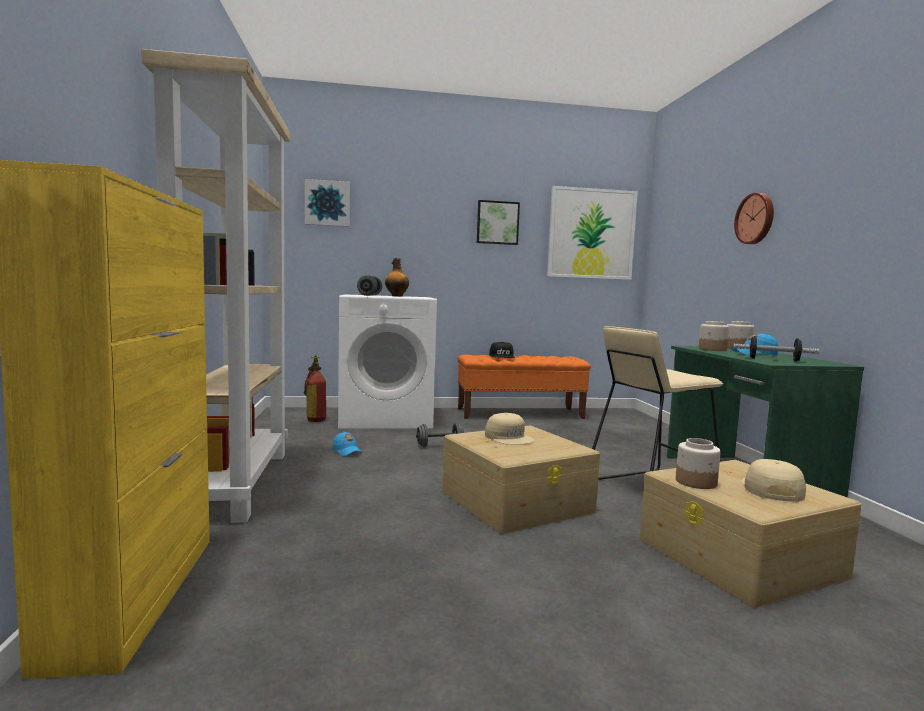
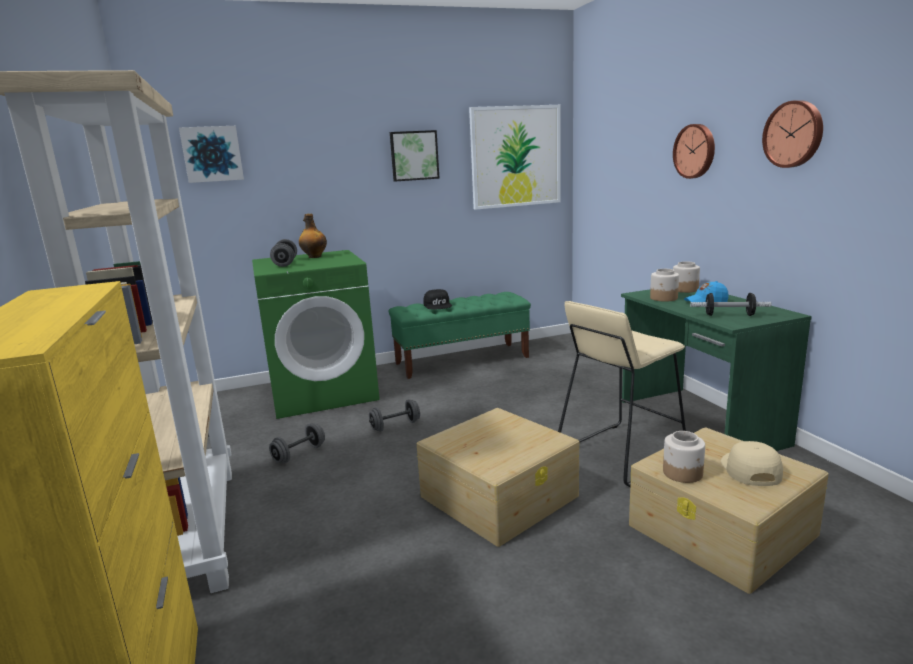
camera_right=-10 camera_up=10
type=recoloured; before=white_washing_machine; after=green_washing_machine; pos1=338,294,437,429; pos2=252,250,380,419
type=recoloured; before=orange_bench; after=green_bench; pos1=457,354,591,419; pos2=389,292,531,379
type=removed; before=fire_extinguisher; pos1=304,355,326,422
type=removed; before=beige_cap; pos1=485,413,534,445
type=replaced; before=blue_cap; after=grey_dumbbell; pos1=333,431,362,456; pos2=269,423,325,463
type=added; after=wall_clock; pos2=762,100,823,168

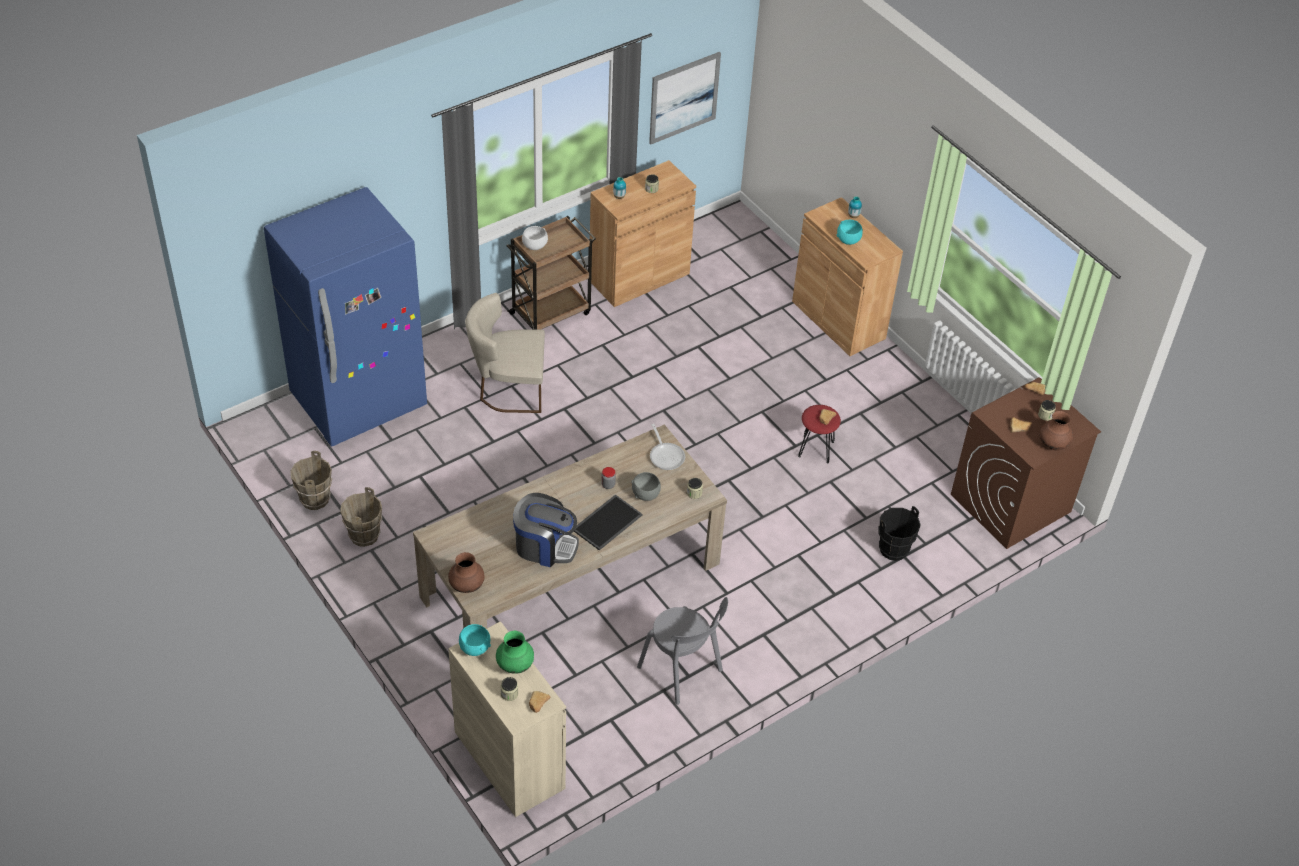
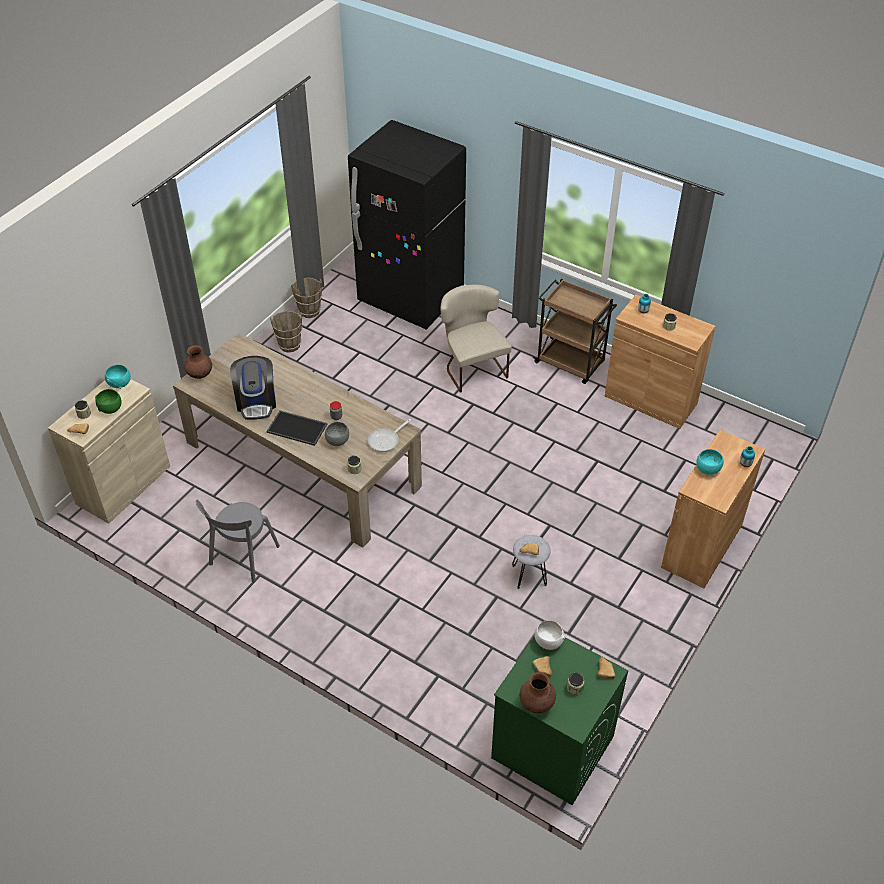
camera_right=70 camera_up=0
type=removed; before=picture; pos1=649,52,721,145
type=recoloured; before=blue_fridge; after=black_fridge; pos1=264,187,427,447; pos2=348,120,466,330
type=moved; before=white_bowl; pos1=522,226,548,250; pos2=534,620,565,650
type=recoloured; before=brown_washing_machine; after=green_washing_machine; pos1=951,377,1101,549; pos2=491,636,628,805
type=recoloured; before=red_stool; after=grey_stool; pos1=798,405,841,463; pos2=512,535,551,589
type=removed; before=black_bucket; pos1=878,506,921,561
type=replaced; before=green_vase; after=green_bowl; pos1=496,631,534,673; pos2=95,389,122,414

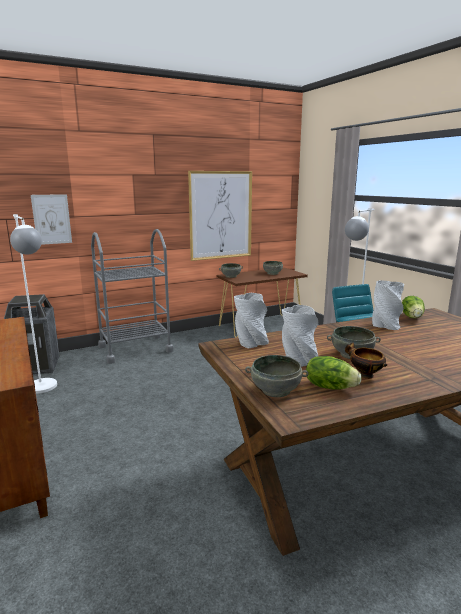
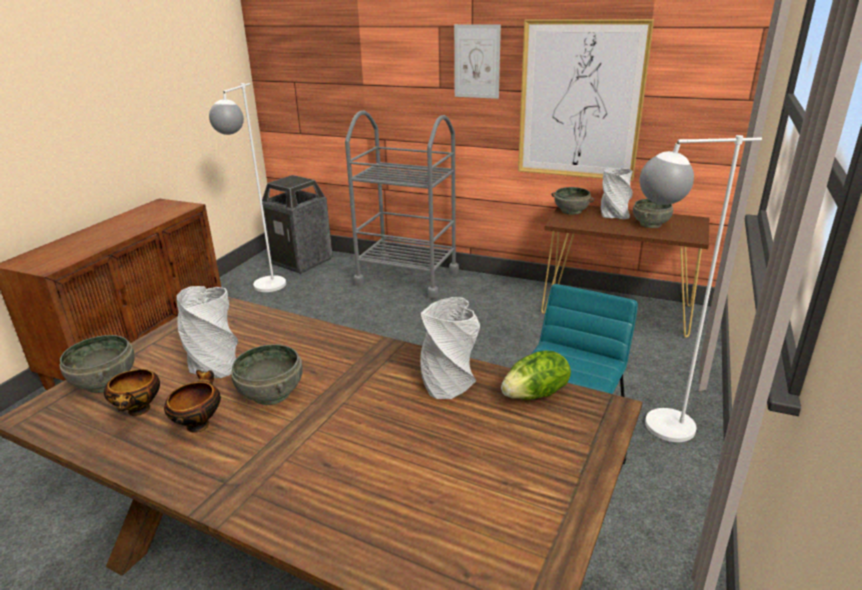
camera_right=50 camera_up=10
type=moved; before=picture; pos1=31,194,72,245; pos2=454,24,501,99
type=moved; before=grey_vase; pos1=234,293,269,349; pos2=601,168,633,219
type=replaced; before=lettuce; after=bowl; pos1=306,356,362,390; pos2=104,369,160,416

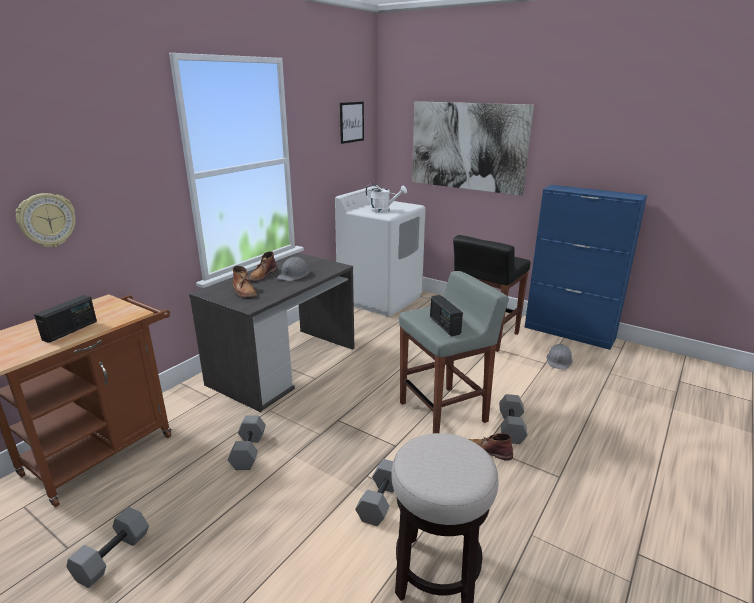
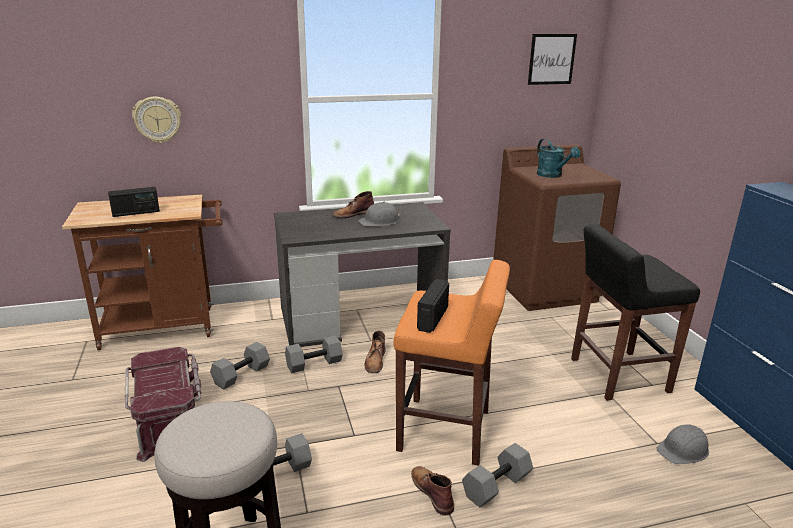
camera_right=40 camera_up=0
type=removed; before=picture; pos1=412,101,534,196
type=recoloured; before=white_watering_can; after=turquoise_watering_can; pos1=366,184,407,213; pos2=537,139,580,178
type=recoloured; before=white_washing_machine; after=brown_washing_machine; pos1=335,186,426,317; pos2=493,144,621,311
type=moved; before=brown_boot; pos1=232,266,257,298; pos2=365,331,385,373
type=recoloured; before=grey_stool; after=orange_stool; pos1=399,271,509,433; pos2=393,260,510,466
type=moved; before=grey_dumbbell; pos1=66,507,149,588; pos2=285,335,343,373
type=added; after=red_storage_box; pos2=125,347,201,462

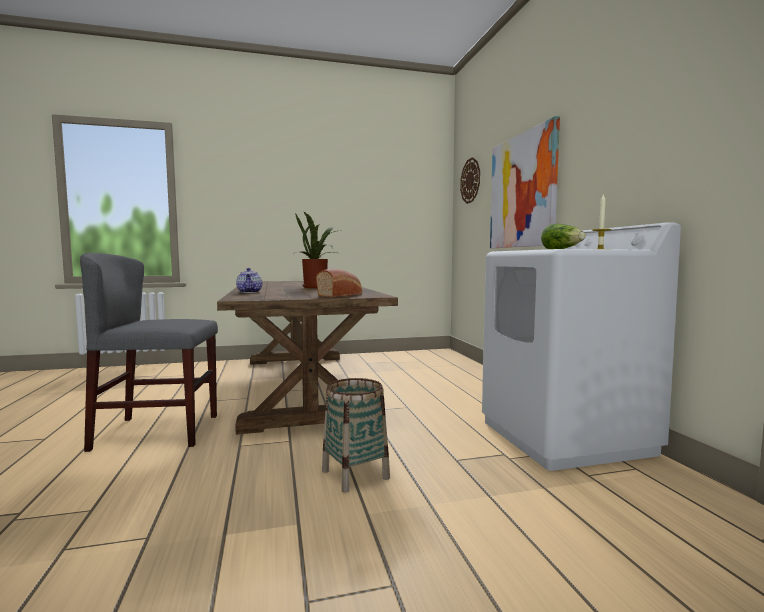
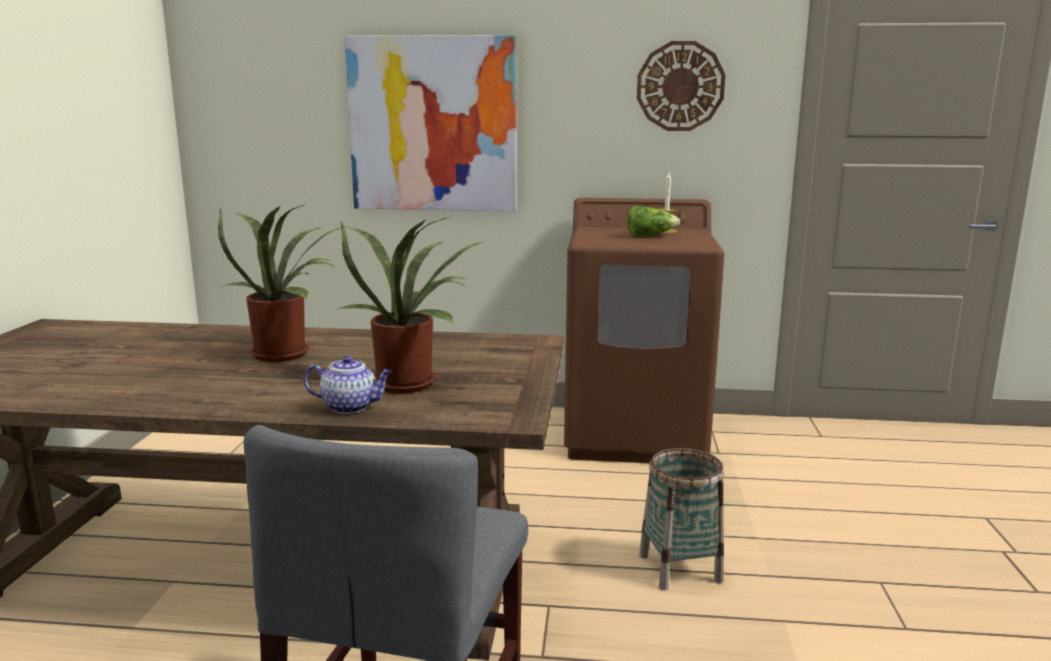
camera_right=-70 camera_up=10
type=moved; before=wall_clock; pos1=460,157,480,204; pos2=637,41,726,131
type=recoloured; before=white_washing_machine; after=brown_washing_machine; pos1=482,222,681,471; pos2=564,198,724,463
type=removed; before=bread; pos1=316,269,362,297
type=added; after=potted_plant; pos2=339,217,483,393

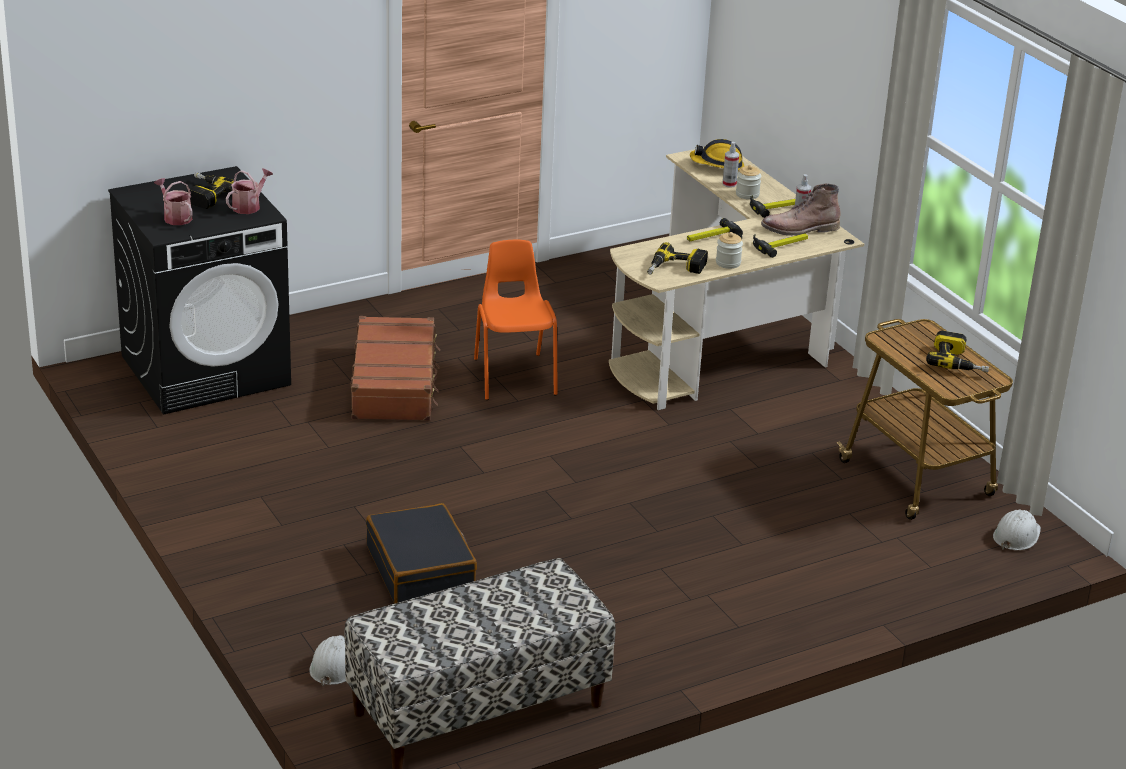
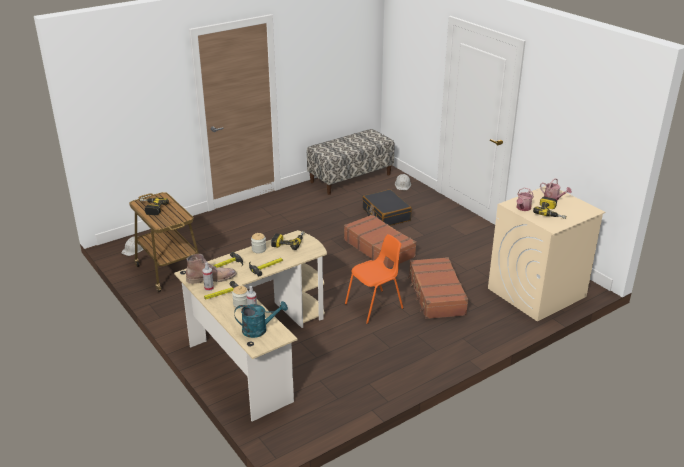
camera_right=175 camera_up=0
type=replaced; before=hard_hat; after=turquoise_watering_can; pos1=690,139,744,171; pos2=234,301,288,338
type=recoloured; before=black_washing_machine; after=beige_washing_machine; pos1=108,166,291,414; pos2=488,186,605,322
type=turned; before=orange_chair; pos1=474,240,558,400; pos2=345,234,403,324; turn=-105
type=added; after=brown_suitcase; pos2=344,214,417,268

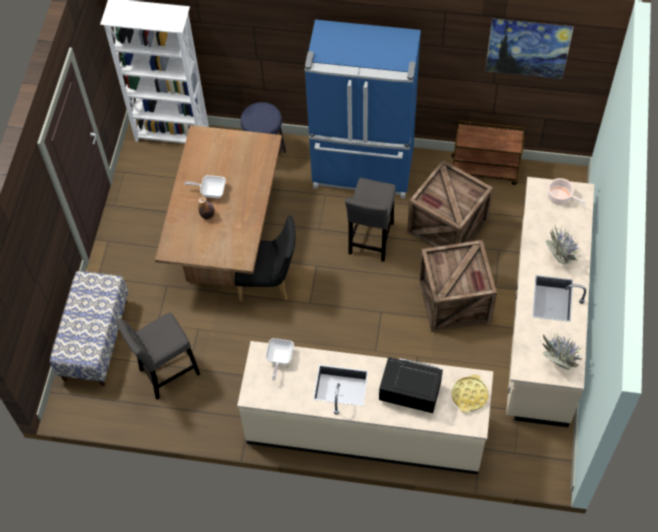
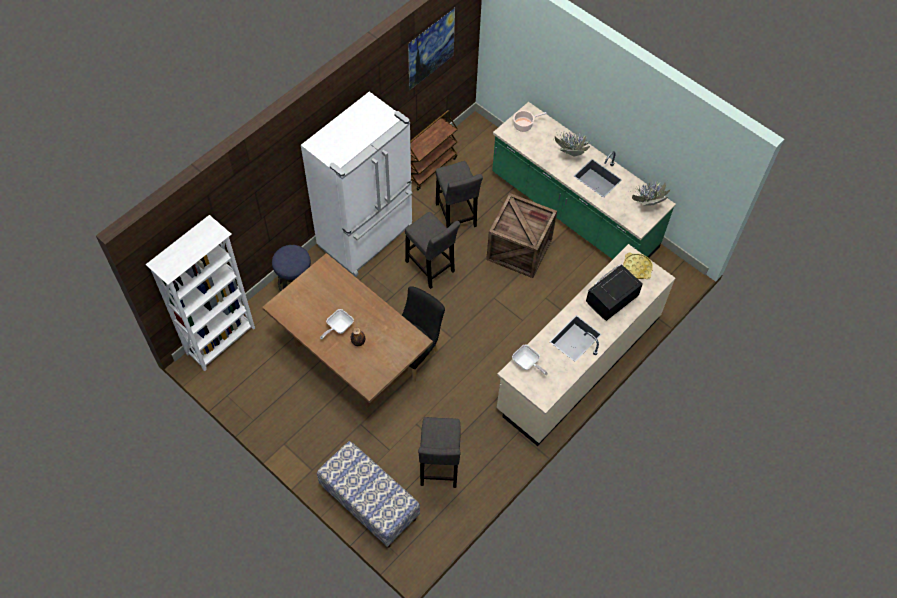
camera_right=-60 camera_up=0
type=recoloured; before=blue_fridge; after=white_fridge; pos1=305,20,421,199; pos2=301,92,413,277
type=replaced; before=crate; after=grey_stool; pos1=407,160,493,247; pos2=436,161,483,228
type=recoloured; before=beige_counter; after=green_counter; pos1=506,177,594,427; pos2=492,102,676,259

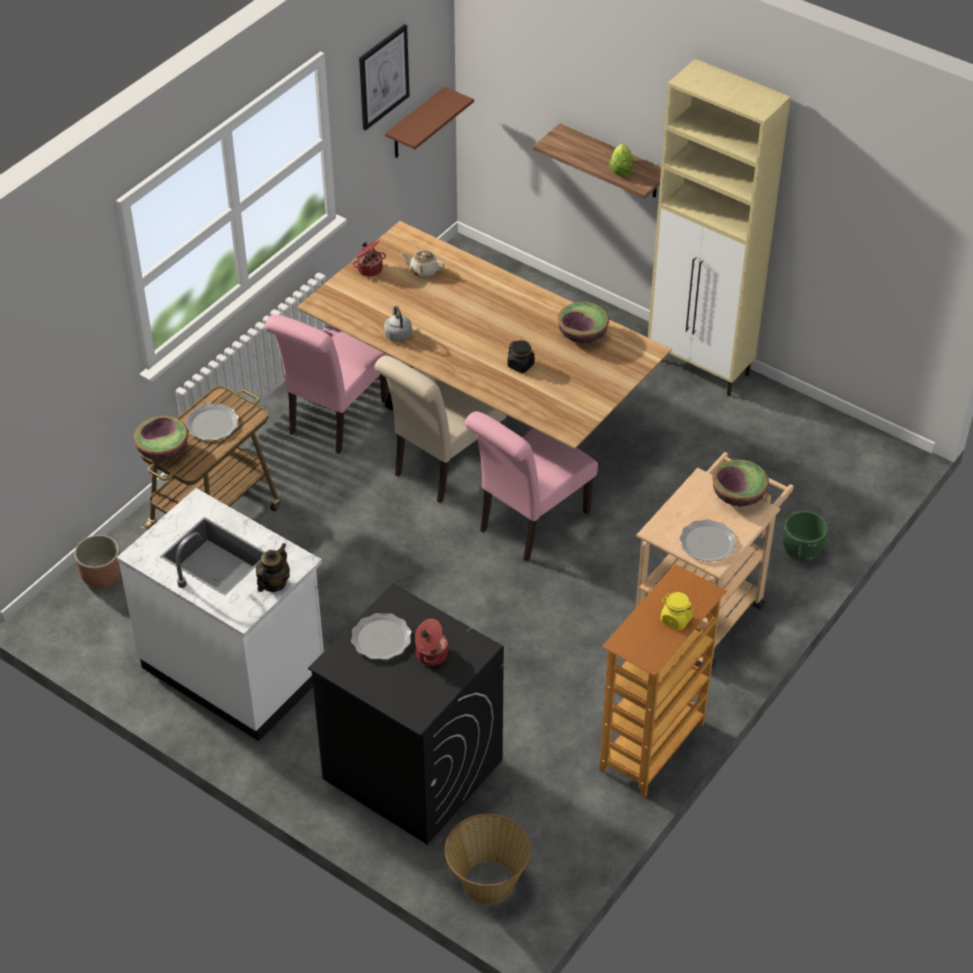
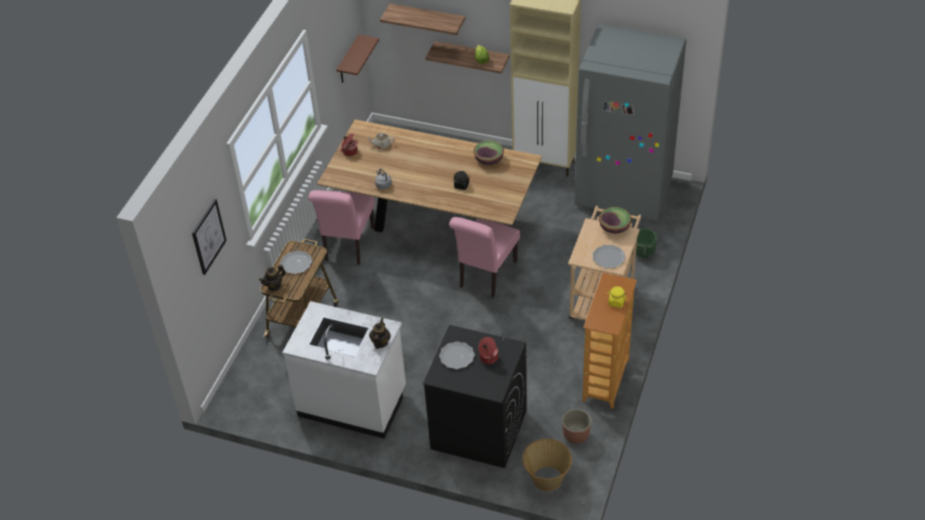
camera_right=-15 camera_up=0
type=moved; before=picture; pos1=359,24,410,130; pos2=192,199,227,275
type=removed; before=beige_chair; pos1=375,356,507,503
type=replaced; before=bowl; after=teapot; pos1=133,416,188,461; pos2=259,265,286,291
type=moved; before=planter; pos1=74,535,121,589; pos2=562,409,591,444
type=added; after=shelf; pos2=380,4,465,35
type=added; after=grey_fridge; pos2=574,24,686,221

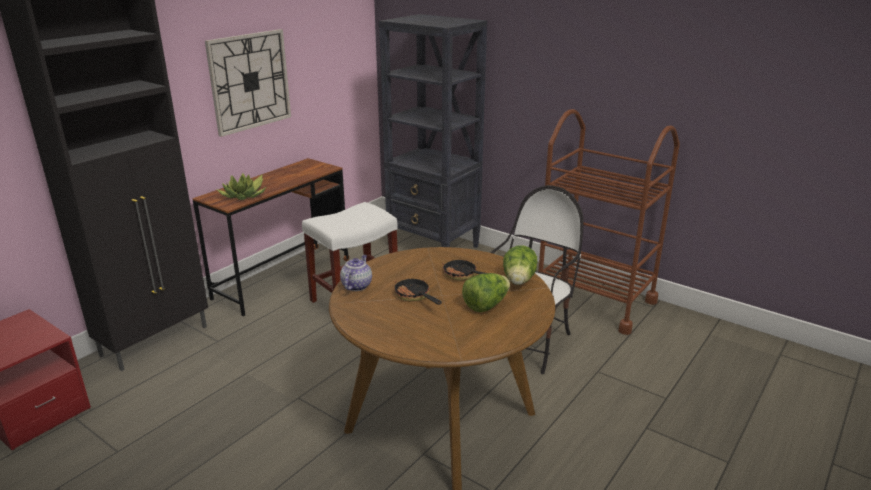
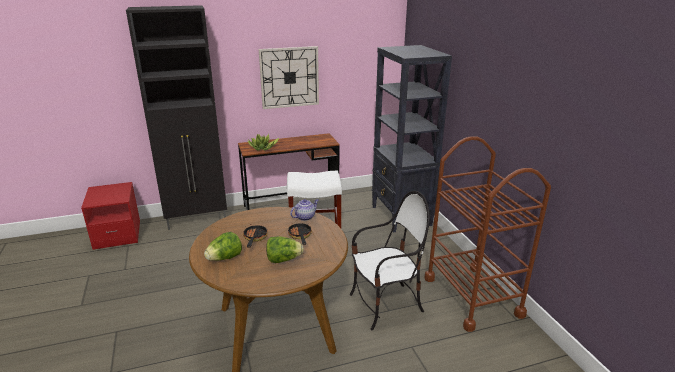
camera_right=35 camera_up=0
type=moved; before=lettuce; pos1=503,245,537,285; pos2=204,232,242,261
type=moved; before=teapot; pos1=340,255,372,291; pos2=290,199,318,221

